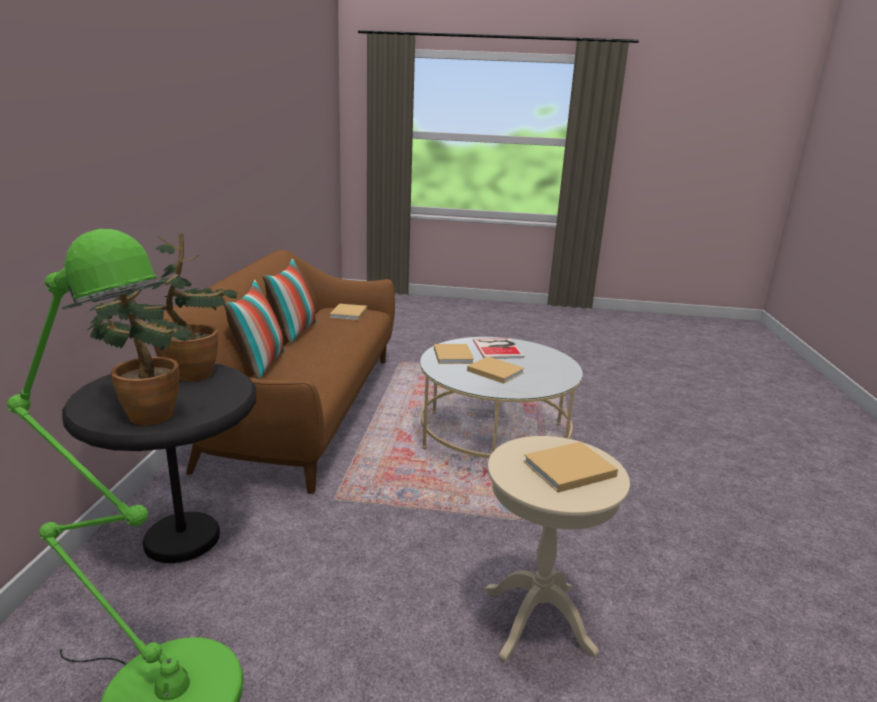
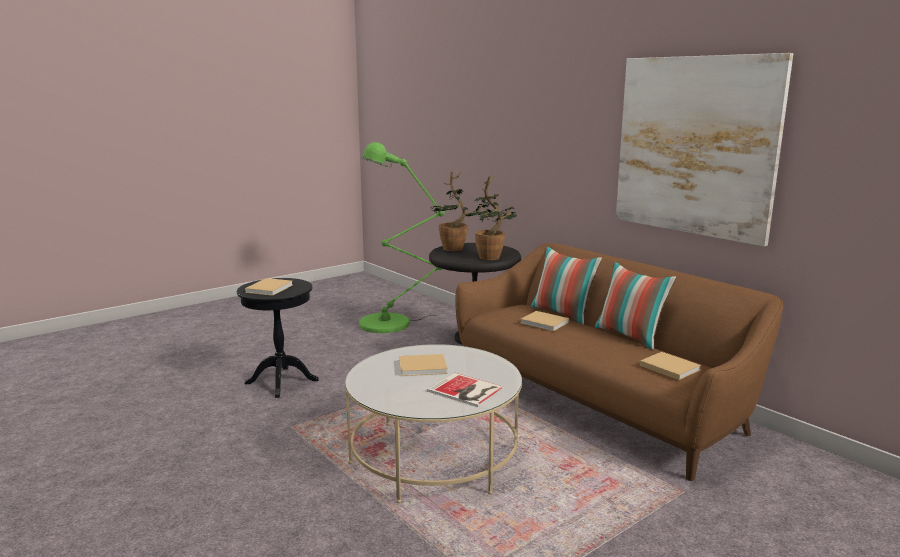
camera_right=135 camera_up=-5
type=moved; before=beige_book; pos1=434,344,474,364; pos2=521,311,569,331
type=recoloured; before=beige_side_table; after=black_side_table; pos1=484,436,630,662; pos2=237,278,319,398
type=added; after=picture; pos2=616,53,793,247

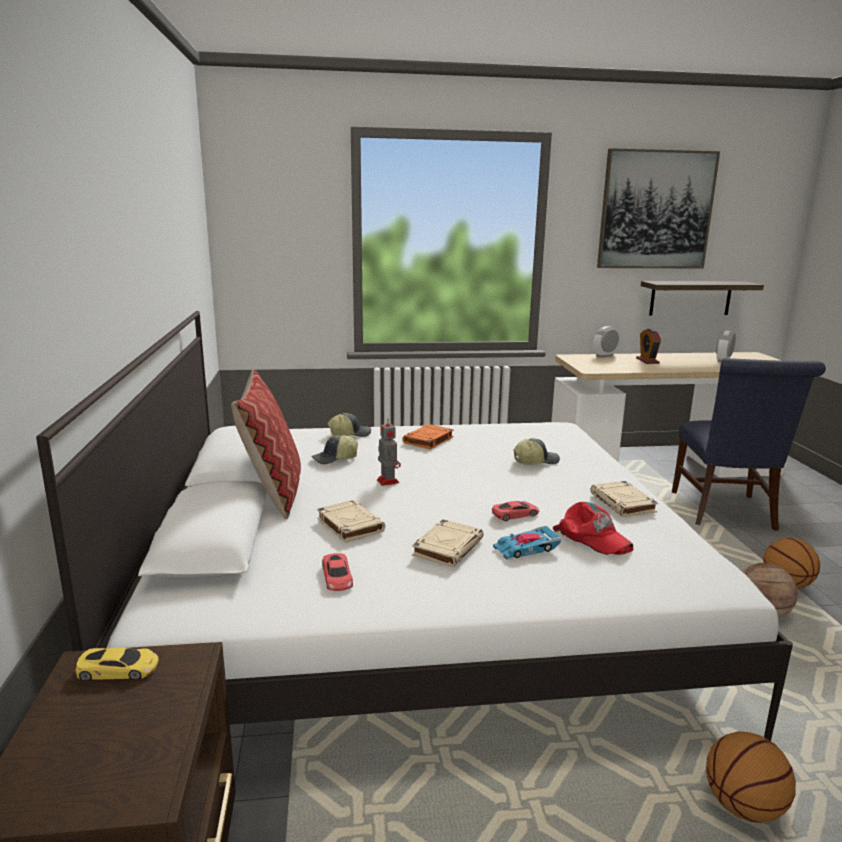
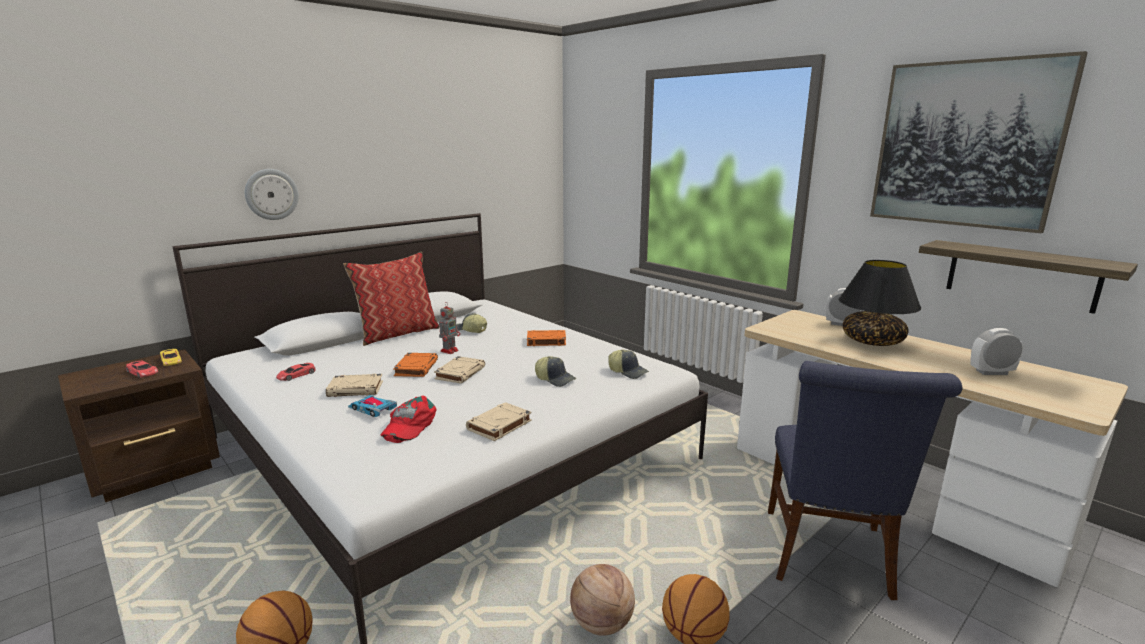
camera_right=55 camera_up=0
type=replaced; before=alarm_clock; after=black_table_lamp; pos1=636,329,661,364; pos2=839,260,921,346
type=turned; before=blue_chair; pos1=672,358,826,531; pos2=768,361,962,600; turn=-45
type=moved; before=cap; pos1=327,413,371,437; pos2=608,350,649,379
type=moved; before=beige_book; pos1=317,500,385,543; pos2=434,356,485,384
type=moved; before=red_toy_car; pos1=492,501,539,521; pos2=126,361,158,378
type=added; after=wall_clock; pos2=245,169,299,220
type=added; after=orange_book; pos2=393,353,438,377

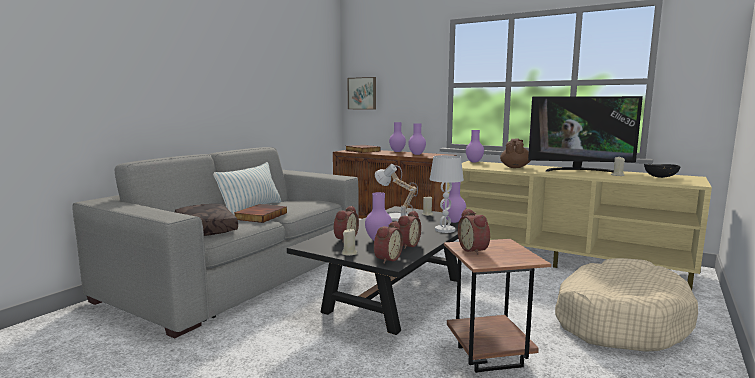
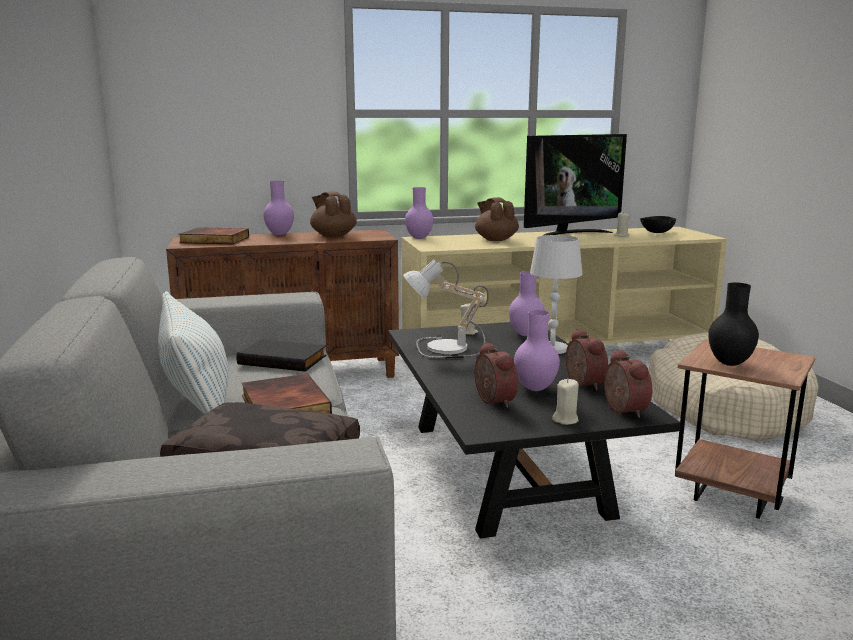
camera_right=-45 camera_up=5
type=removed; before=picture; pos1=347,77,376,110
type=replaced; before=purple_vase; after=brown_teapot; pos1=408,123,426,155; pos2=310,191,357,237
type=replaced; before=alarm_clock; after=black_vase; pos1=458,208,490,255; pos2=708,283,759,366
type=added; after=black_book; pos2=236,339,326,372

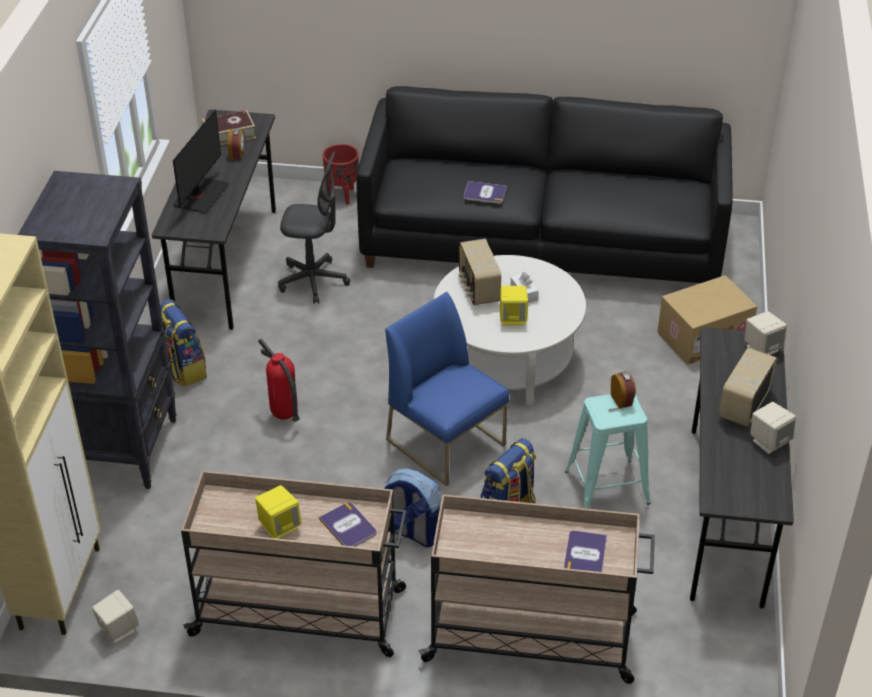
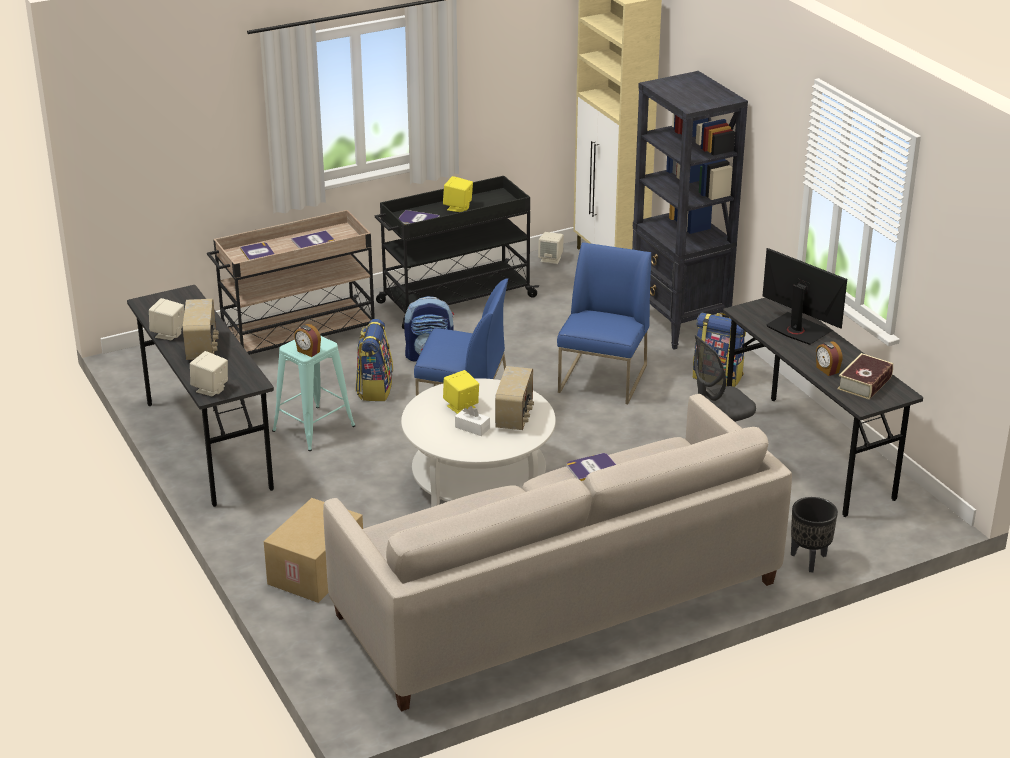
camera_right=145 camera_up=-10
type=recoloured; before=black_sofa; after=beige_sofa; pos1=356,86,733,283; pos2=323,394,792,712
type=turned; before=monitor; pos1=173,109,229,213; pos2=762,248,847,345; turn=150
type=recoloured; before=red_planter; after=black_planter; pos1=322,144,359,205; pos2=791,497,838,572
type=turned; before=radio; pos1=459,239,501,305; pos2=495,366,534,430; turn=60
type=replaced; before=fire_extinguisher; after=blue_chair; pos1=258,338,300,422; pos2=557,242,651,404
type=recoloured; before=beige_cart; after=black_cart; pos1=181,471,406,657; pos2=375,176,539,329
type=added; after=book; pos2=291,230,335,248

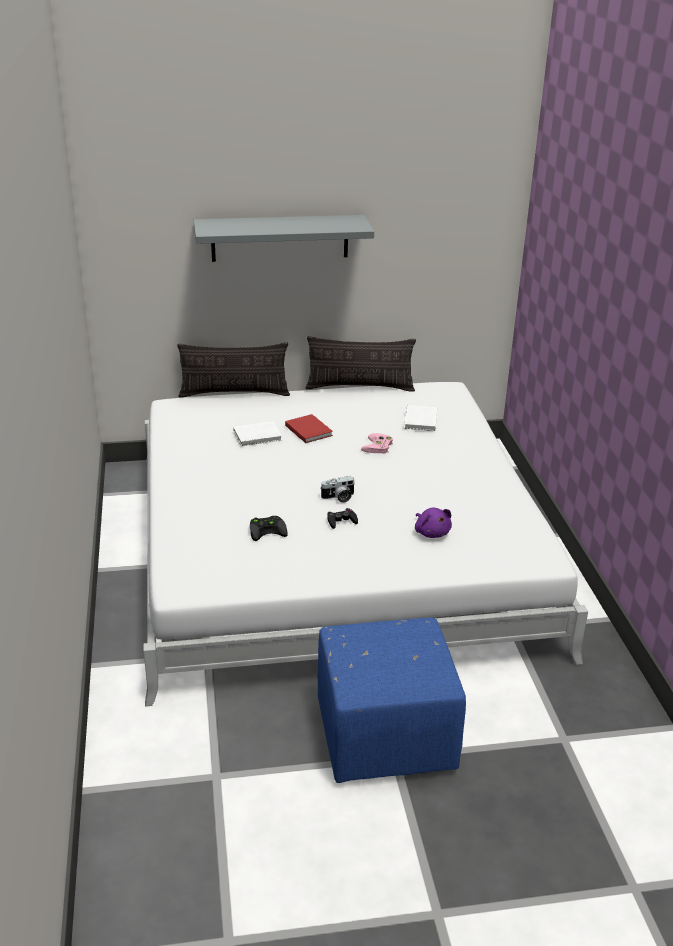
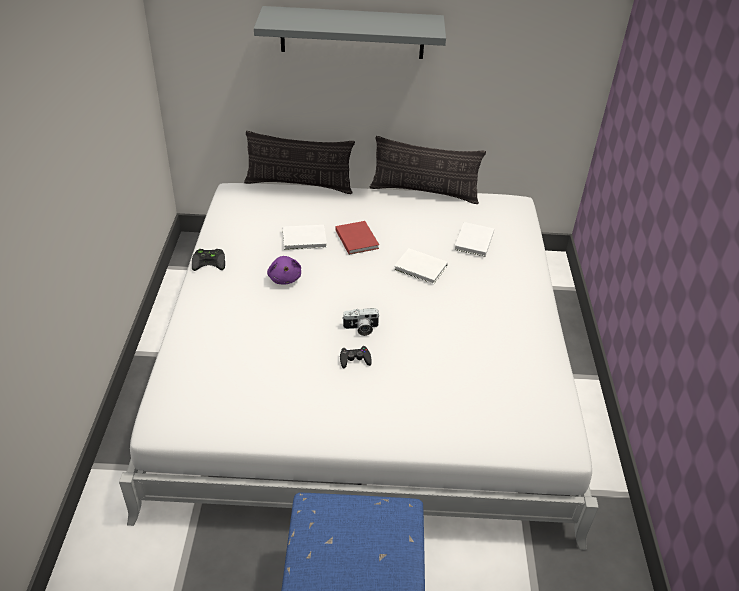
camera_right=10 camera_up=10
type=replaced; before=pink_game_controller; after=white_book; pos1=361,433,393,453; pos2=394,248,448,284
type=moved; before=purple_plush_toy; pos1=415,508,452,538; pos2=267,256,301,284
type=moved; before=black_game_controller; pos1=250,516,288,541; pos2=192,249,225,271

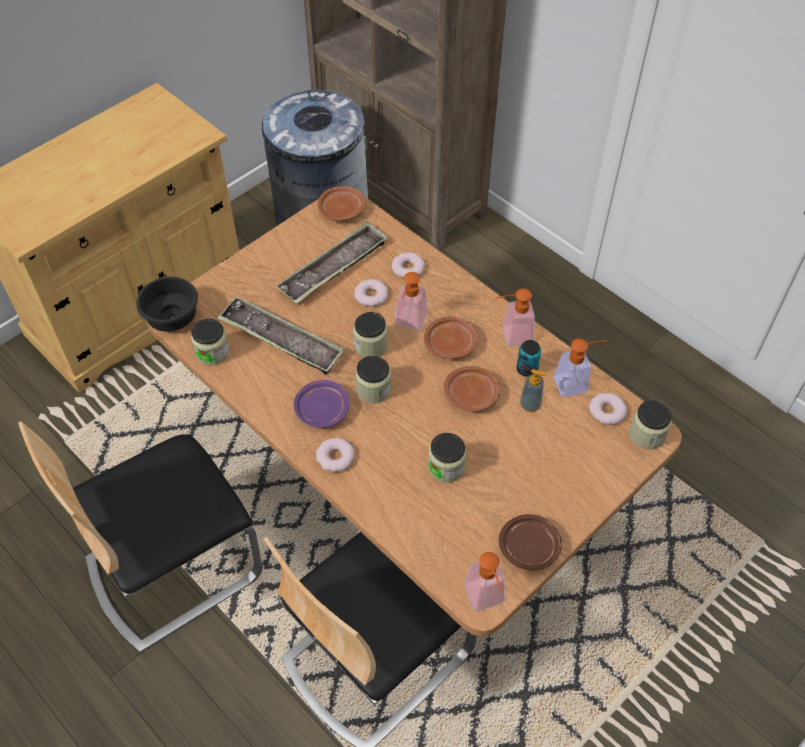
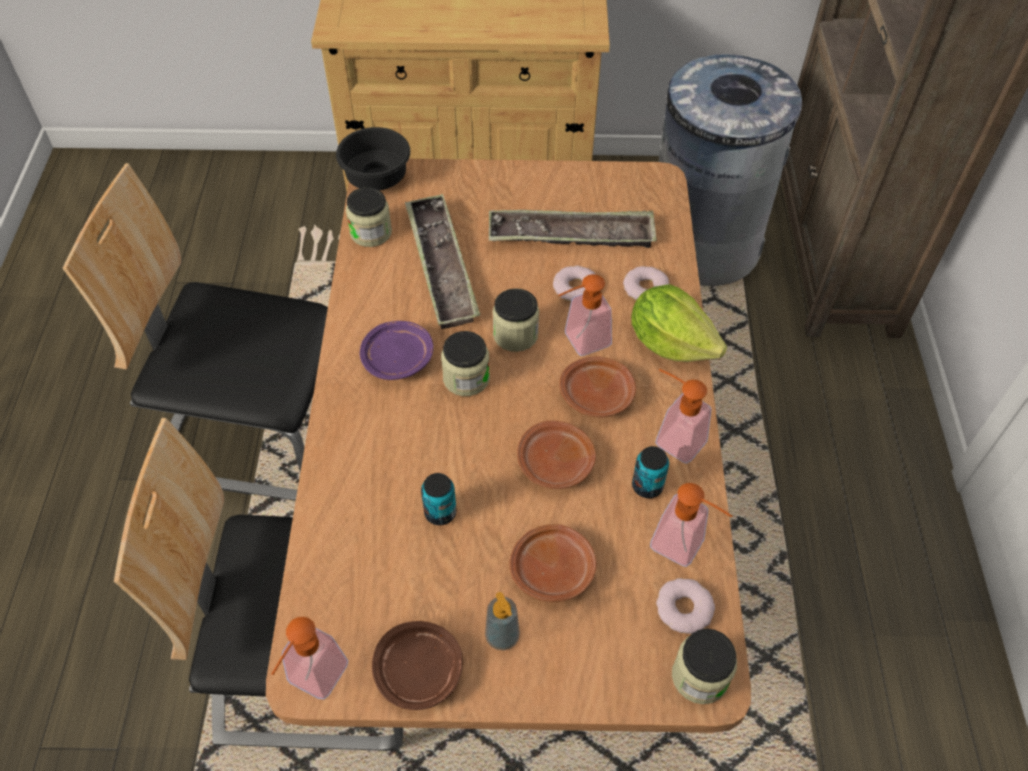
camera_right=45 camera_up=0
type=moved; before=brown_plate; pos1=318,186,366,221; pos2=509,524,597,602
type=moved; before=soap_dispenser; pos1=520,369,548,412; pos2=485,592,520,650
type=replaced; before=jar; after=can; pos1=428,433,466,483; pos2=421,473,456,525
type=removed; before=donut; pos1=316,438,355,472
type=added; after=lettuce; pos2=631,284,727,362

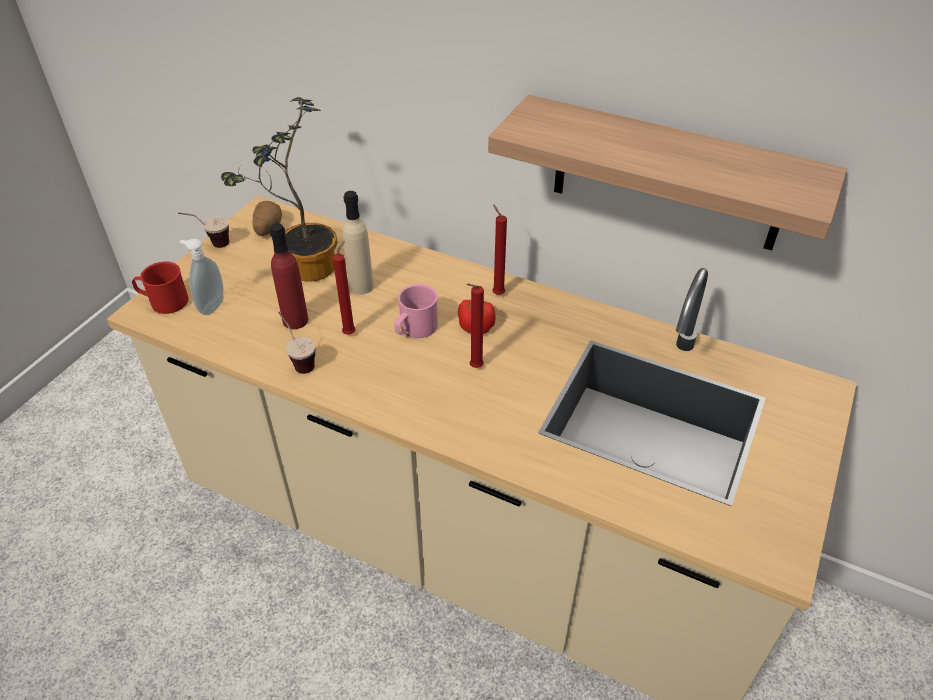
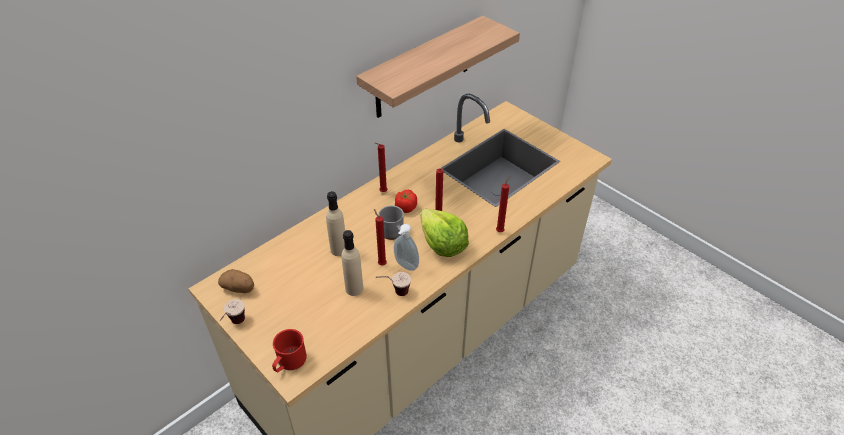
camera_right=-70 camera_up=0
type=removed; before=potted_plant; pos1=221,97,338,282
type=recoloured; before=red_bottle; after=beige_bottle; pos1=269,223,308,329; pos2=341,230,363,296
type=moved; before=soap_dispenser; pos1=180,239,224,315; pos2=394,224,419,271
type=recoloured; before=pink_mug; after=grey_mug; pos1=394,284,438,338; pos2=379,205,404,240
type=added; after=red_candle; pos2=496,176,511,232
type=added; after=lettuce; pos2=420,209,469,257

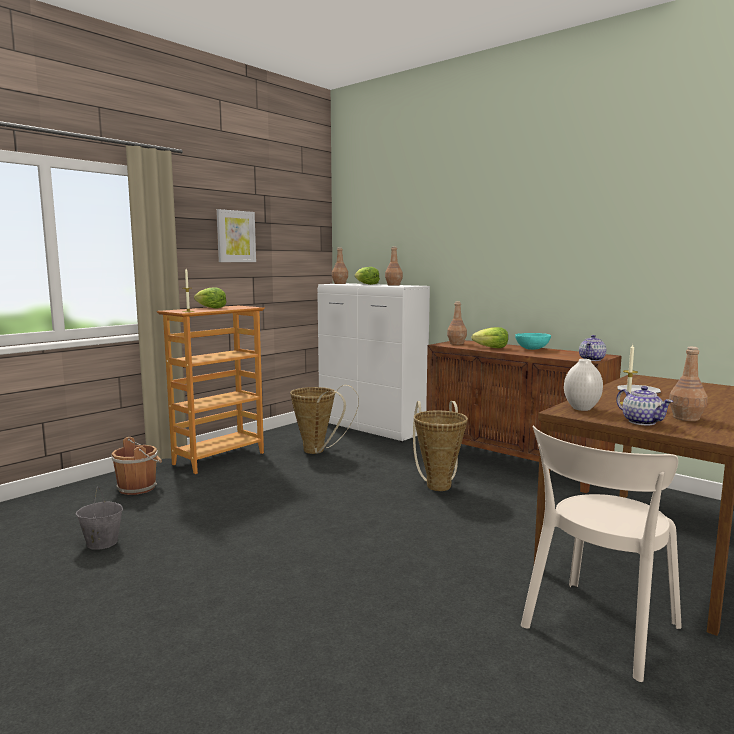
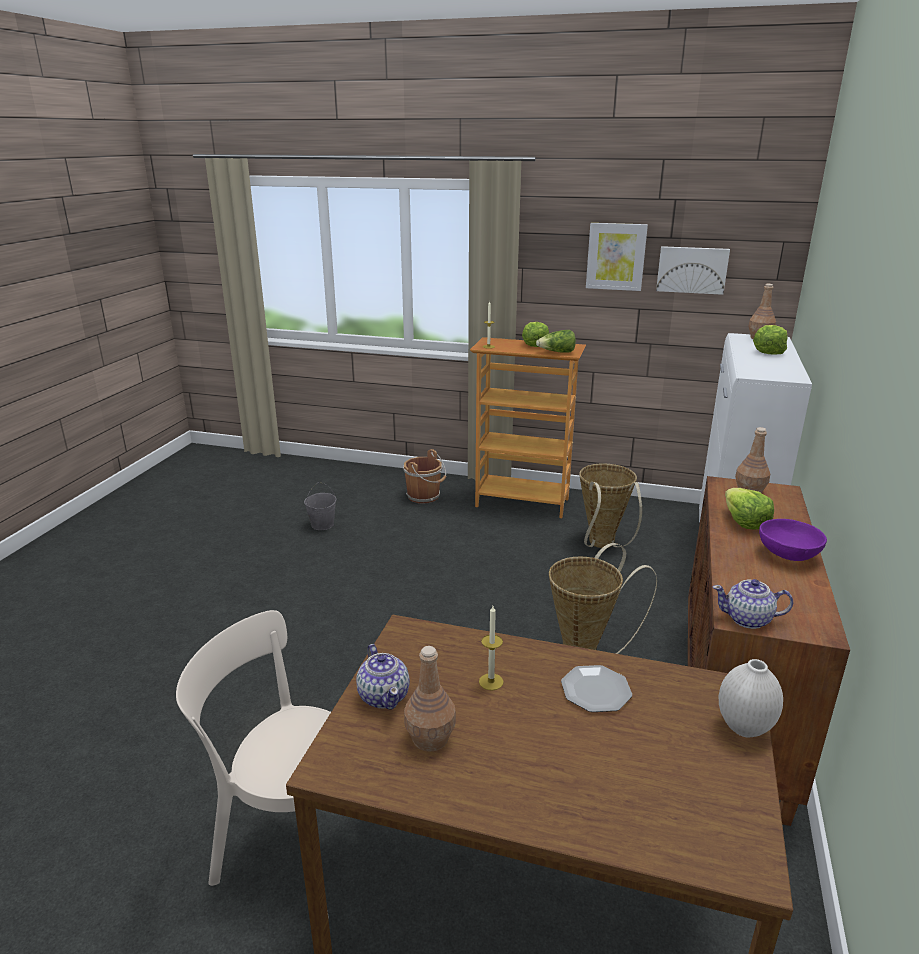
camera_right=65 camera_up=15
type=removed; before=brown_bottle; pos1=385,247,403,286
type=recoloured; before=turquoise_bowl; after=purple_bowl; pos1=515,333,551,350; pos2=759,519,827,561
type=moved; before=white_vase; pos1=564,359,603,411; pos2=719,659,783,737
type=turned; before=teapot; pos1=616,386,673,425; pos2=356,644,410,710; turn=-60
type=added; after=picture; pos2=656,246,730,295
type=added; after=lettuce; pos2=536,330,576,353

